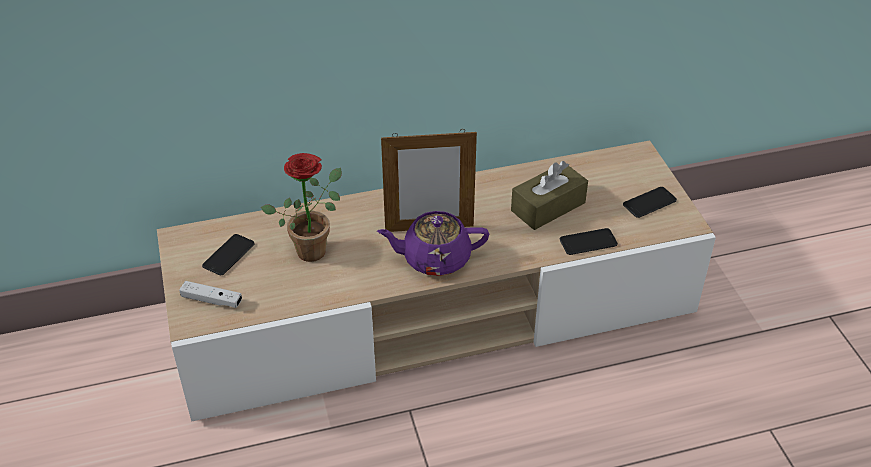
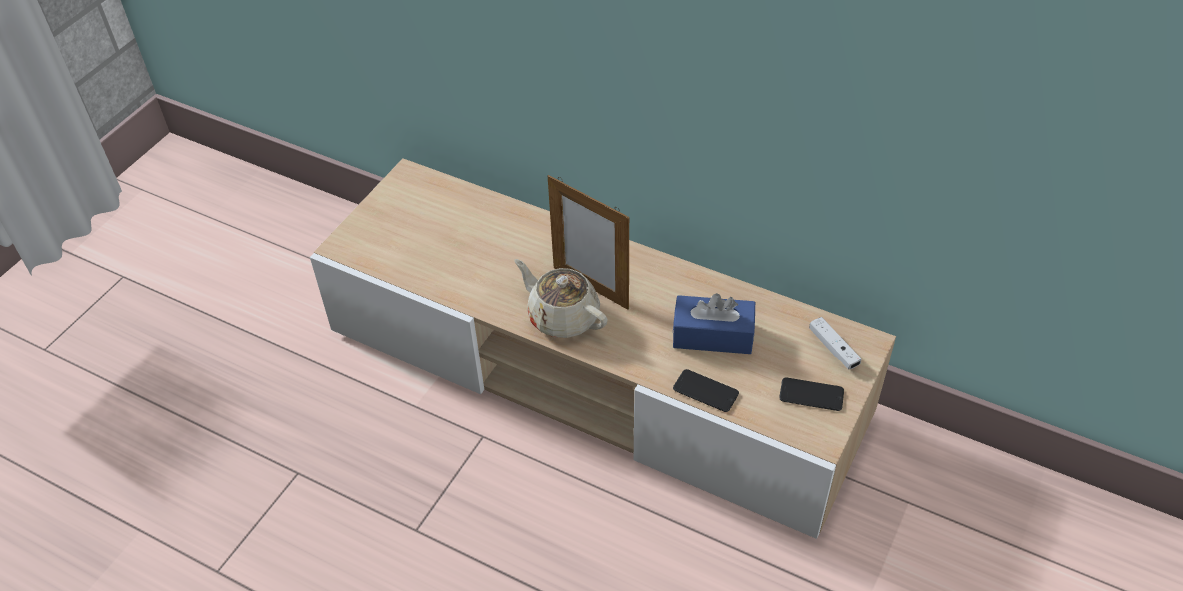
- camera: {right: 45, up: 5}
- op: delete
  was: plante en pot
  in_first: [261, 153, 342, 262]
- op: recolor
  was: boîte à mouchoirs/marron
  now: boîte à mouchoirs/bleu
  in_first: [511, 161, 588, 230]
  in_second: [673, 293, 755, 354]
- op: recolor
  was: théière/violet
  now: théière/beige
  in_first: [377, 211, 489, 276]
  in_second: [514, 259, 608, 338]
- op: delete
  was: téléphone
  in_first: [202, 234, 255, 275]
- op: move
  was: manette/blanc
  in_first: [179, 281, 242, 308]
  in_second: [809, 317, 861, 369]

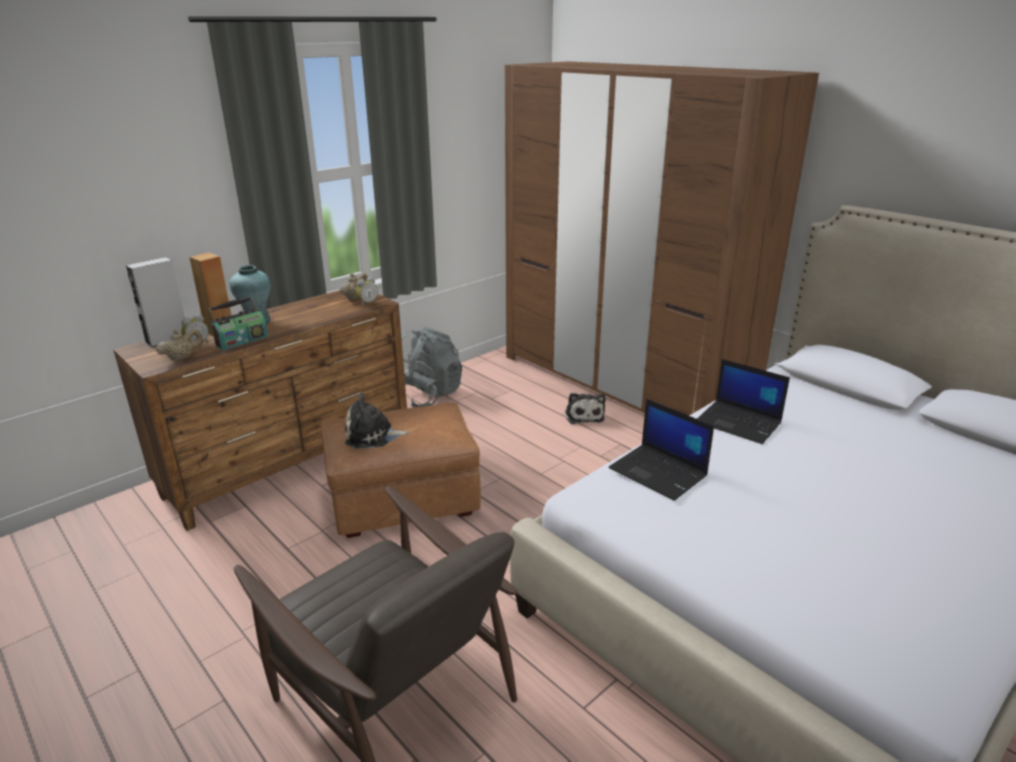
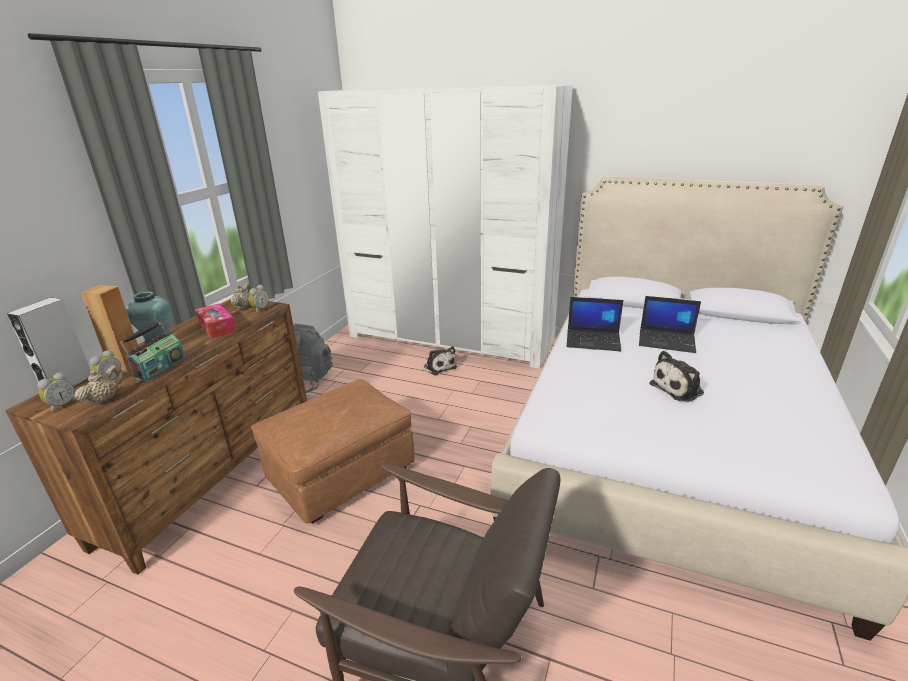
- camera: {right: -25, up: 0}
- op: recolor
  was: armoire/marron
  now: armoire/blanc
  in_first: [505, 61, 819, 416]
  in_second: [318, 85, 573, 369]
- op: move
  was: peluche
  in_first: [345, 392, 410, 448]
  in_second: [649, 351, 704, 402]
- op: move
  was: ordinateur portable
  in_first: [609, 399, 714, 501]
  in_second: [639, 296, 701, 353]
- op: insert
  now: boîte à mouchoirs
  in_second: [195, 303, 237, 339]
- op: insert
  now: réveil
  in_second: [38, 372, 77, 412]

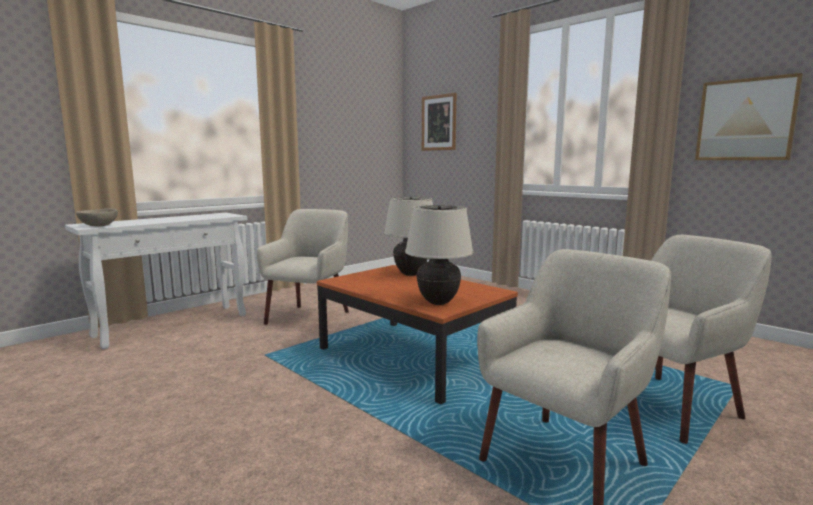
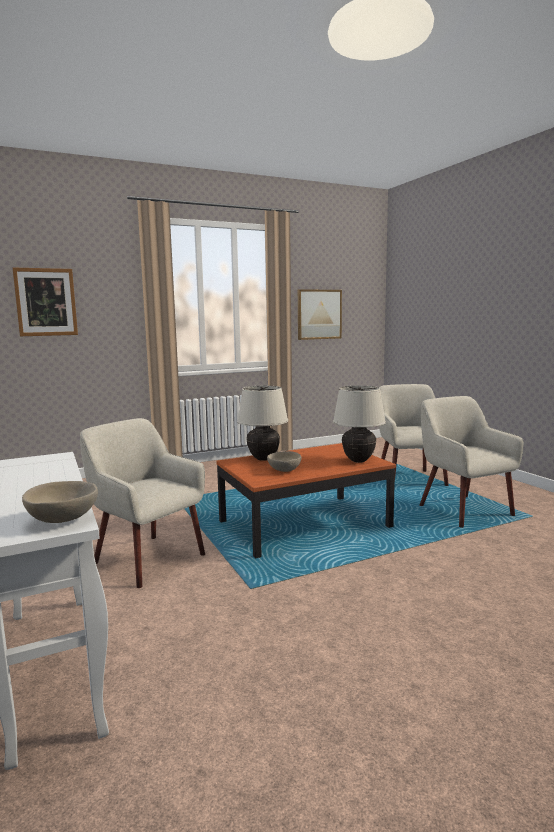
- camera: {right: -70, up: 0}
- op: insert
  now: bol/beige
  in_second: [267, 451, 301, 472]

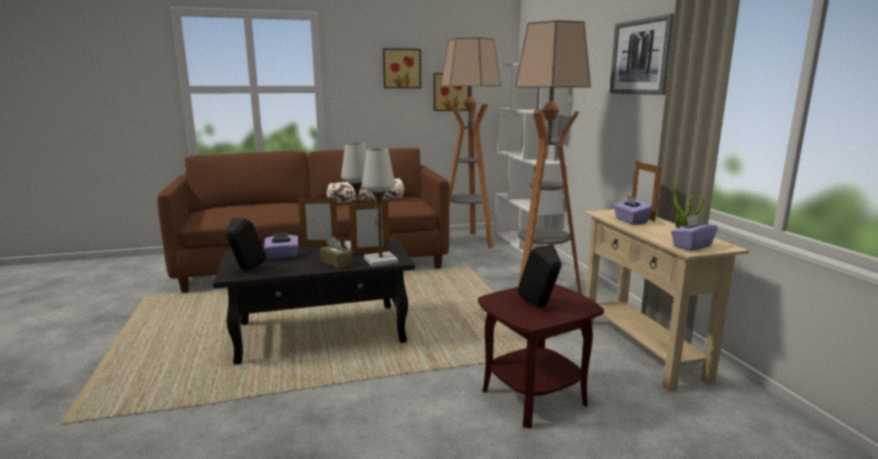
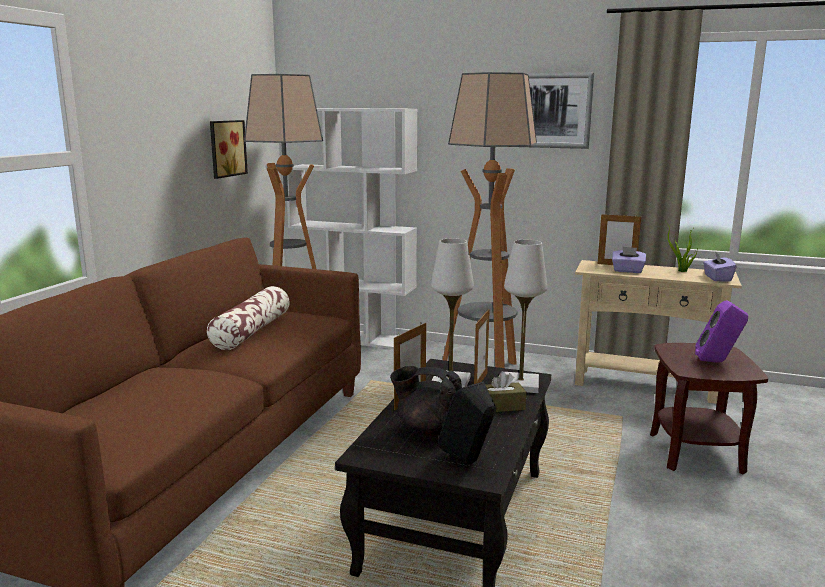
- camera: {right: -55, up: 0}
- op: delete
  was: tableau
  in_first: [383, 48, 421, 88]
- op: replace
  was: boîte à mouchoirs/violet
  now: théière/noir
  in_first: [264, 233, 298, 259]
  in_second: [390, 366, 462, 436]
- op: recolor
  was: enceinte/noir
  now: enceinte/violet
  in_first: [518, 244, 562, 308]
  in_second: [695, 300, 748, 362]

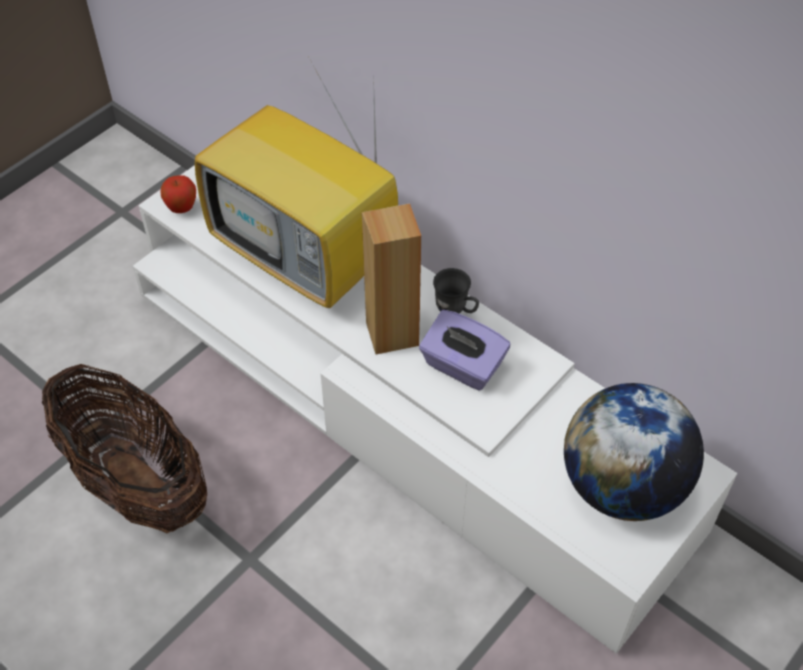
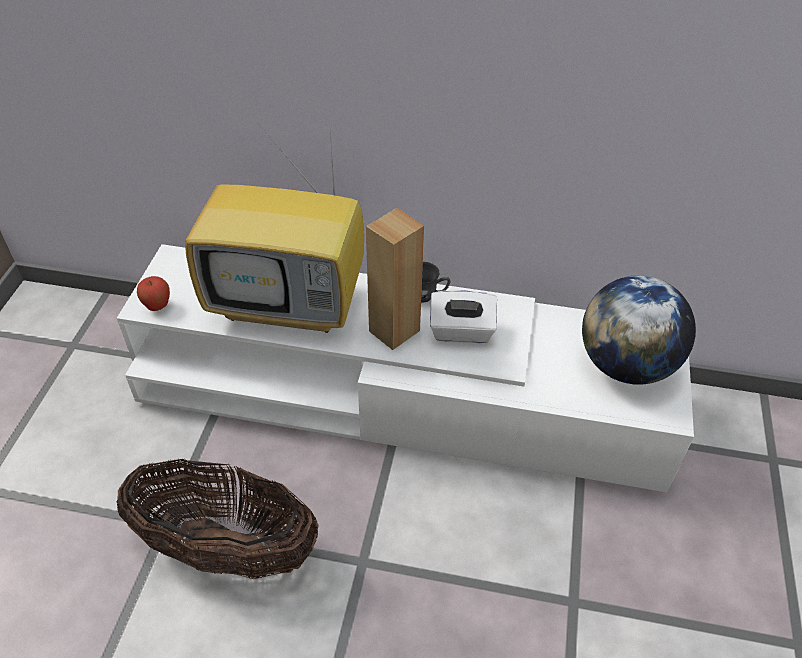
- camera: {right: -30, up: -5}
- op: recolor
  was: boîte à mouchoirs/violet
  now: boîte à mouchoirs/blanc
  in_first: [419, 310, 510, 390]
  in_second: [430, 290, 497, 343]

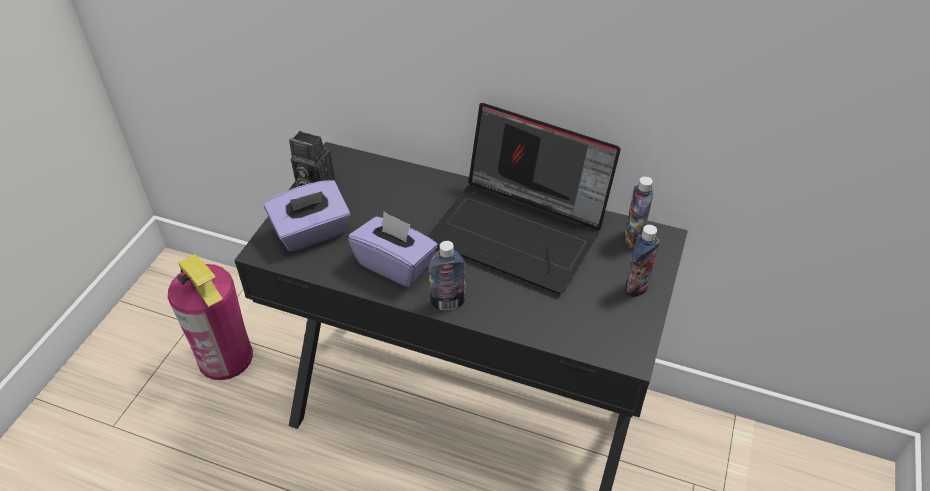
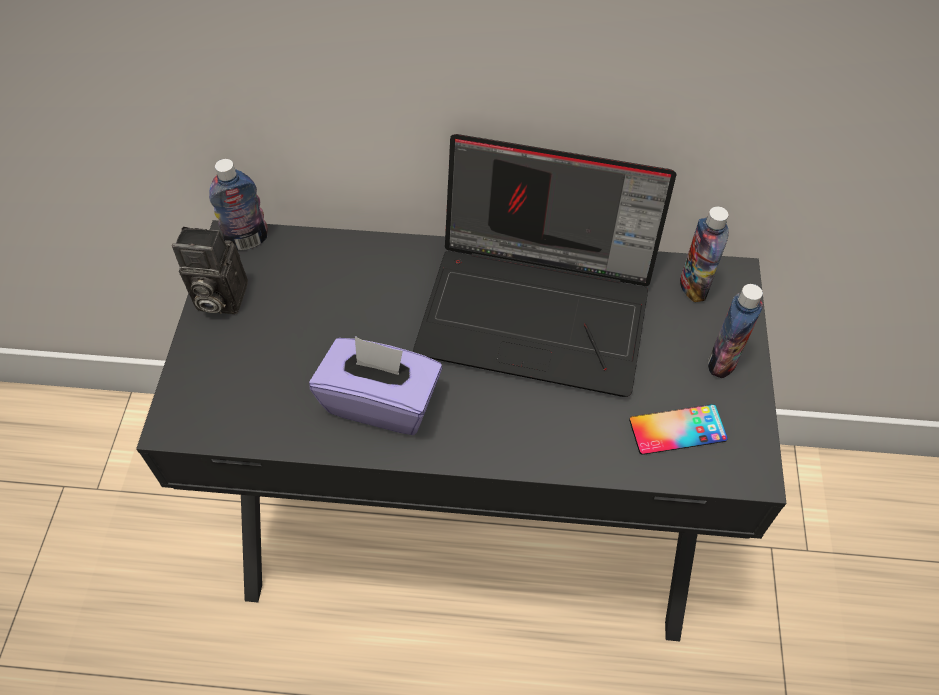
- camera: {right: -15, up: 10}
- op: delete
  was: boîte à mouchoirs/violet
  in_first: [264, 180, 350, 252]
- op: move
  was: bouteille
  in_first: [429, 241, 466, 310]
  in_second: [209, 159, 268, 250]
- op: delete
  was: extincteur
  in_first: [167, 254, 253, 380]
- op: insert
  now: téléphone
  in_second: [629, 404, 728, 455]

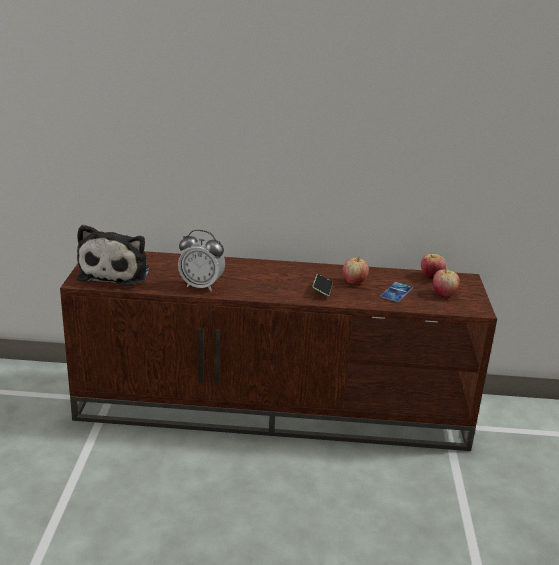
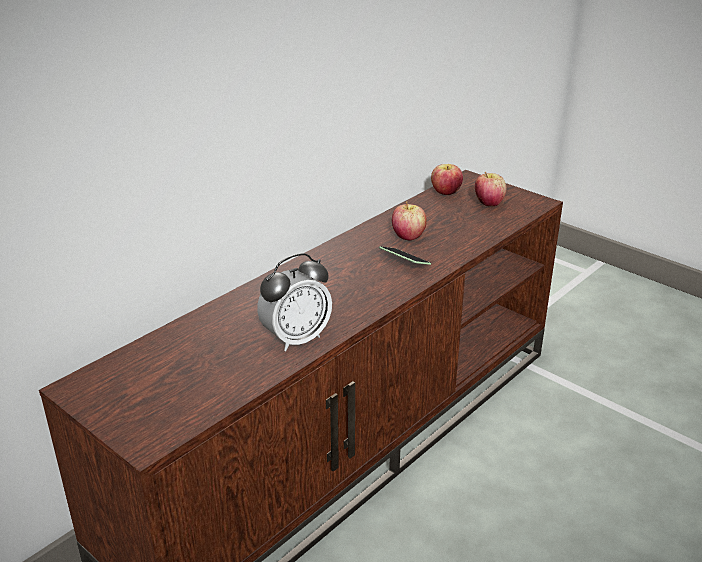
- camera: {right: -50, up: 5}
- op: delete
  was: peluche
  in_first: [77, 224, 149, 286]
- op: delete
  was: téléphone
  in_first: [380, 282, 413, 302]

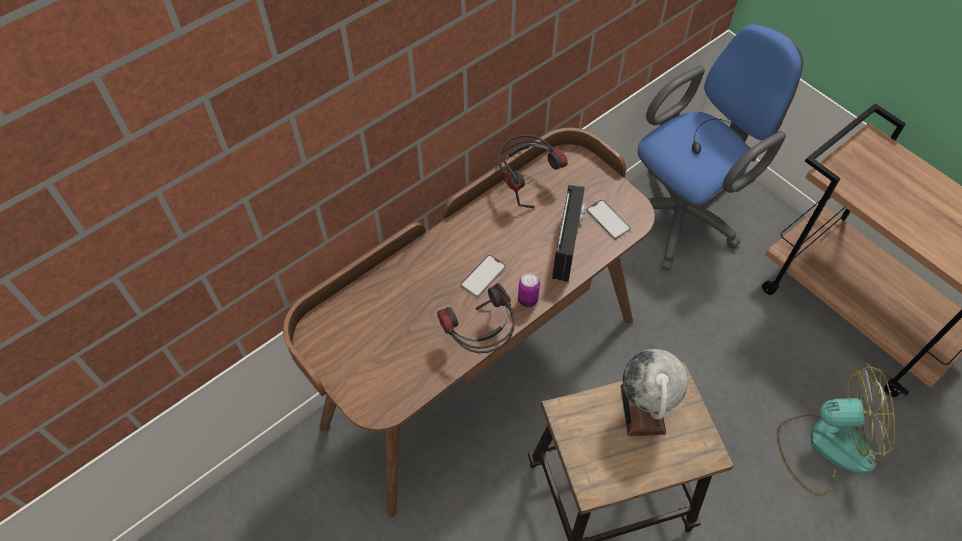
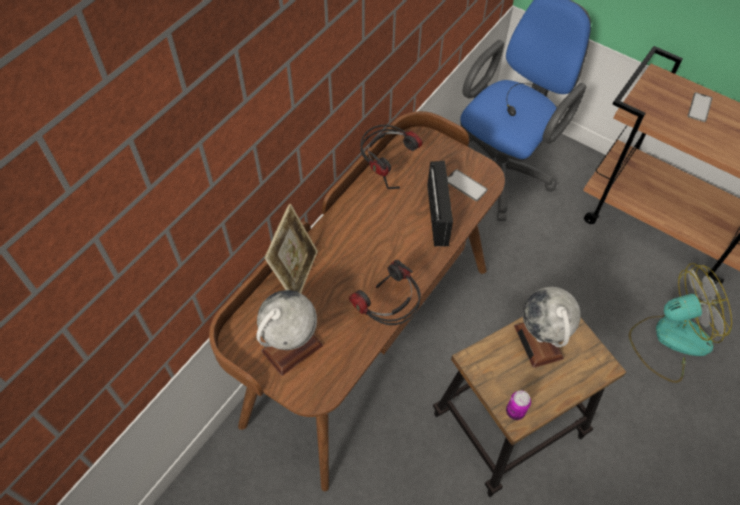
- camera: {right: -15, up: 0}
- op: move
  was: téléphone
  in_first: [460, 255, 506, 297]
  in_second: [688, 92, 712, 122]
- op: move
  was: boîte métallique
  in_first: [518, 272, 540, 307]
  in_second: [506, 390, 531, 420]
- op: insert
  now: cadre photo
  in_second: [264, 204, 318, 293]
- op: insert
  now: globe
  in_second: [256, 290, 323, 376]

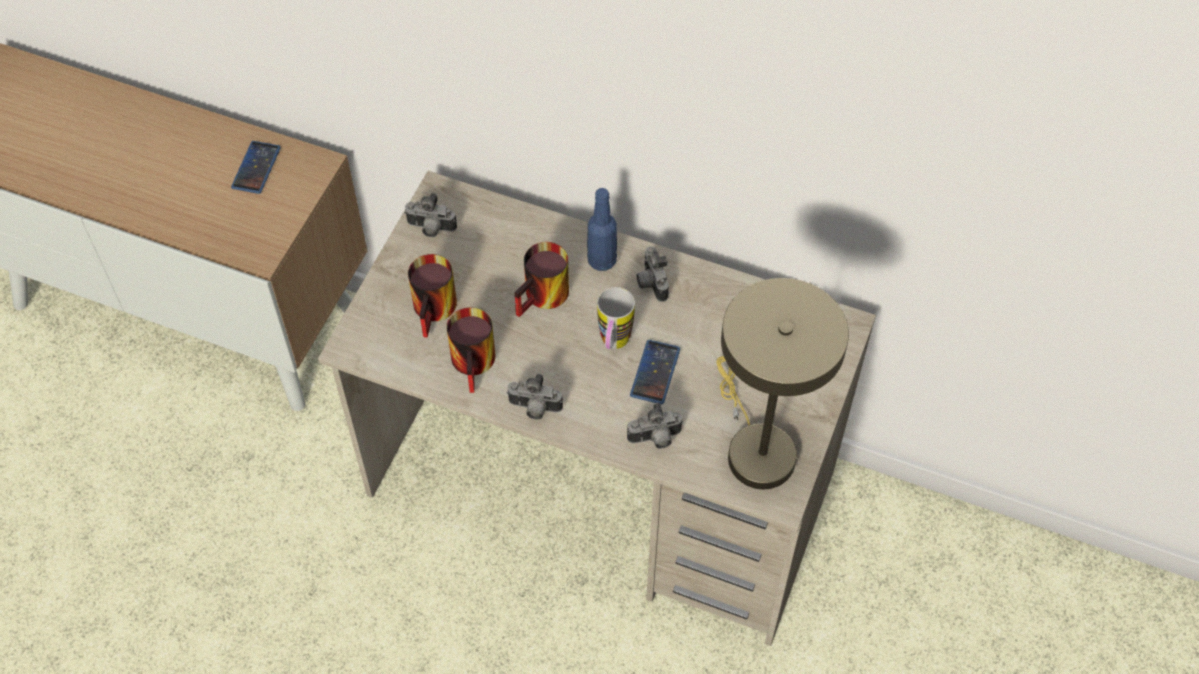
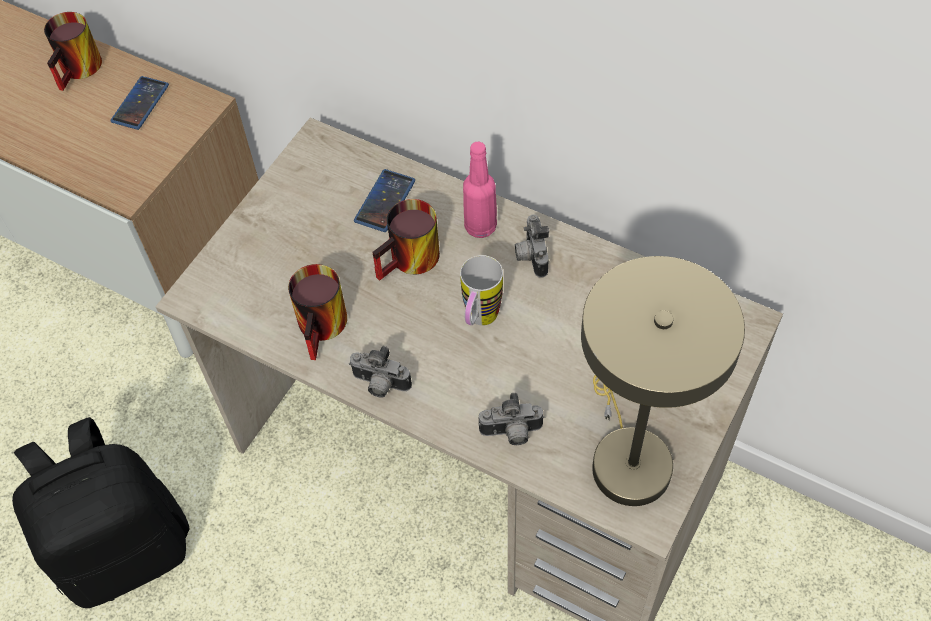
- camera: {right: 10, up: 0}
- op: recolor
  was: bouteille/bleu
  now: bouteille/rose
  in_first: [587, 188, 617, 271]
  in_second: [463, 142, 497, 238]
- op: delete
  was: appareil photo
  in_first: [404, 193, 457, 237]
- op: move
  was: mug
  in_first: [408, 254, 457, 338]
  in_second: [44, 12, 102, 91]
- op: move
  was: téléphone
  in_first: [630, 340, 680, 404]
  in_second: [354, 169, 415, 232]
- op: insert
  now: sac à dos/noir
  in_second: [12, 417, 189, 608]

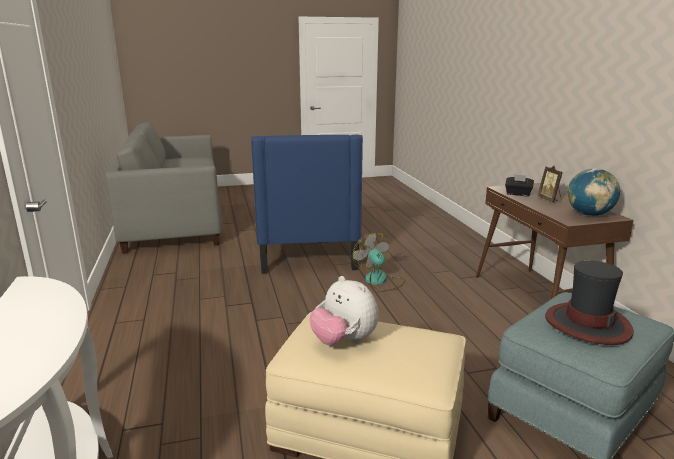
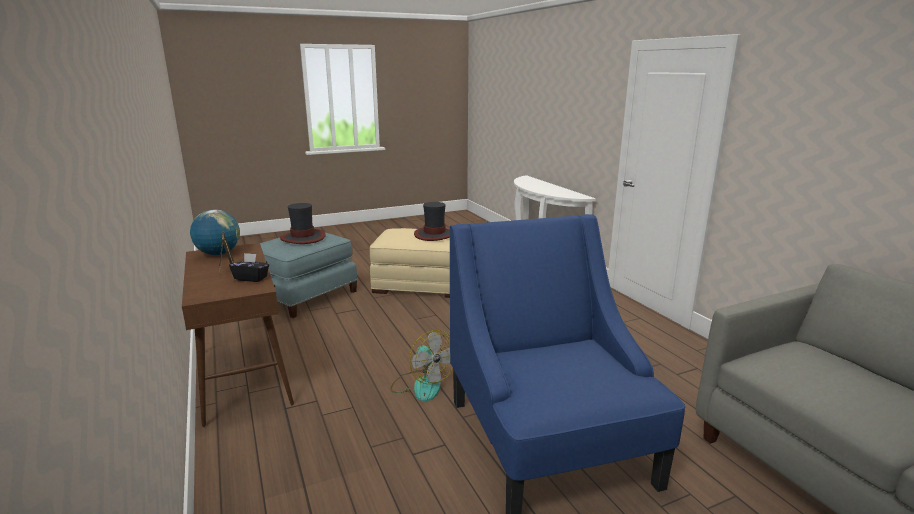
- camera: {right: 170, up: 0}
- op: replace
  was: peluche
  now: chapeau
  in_first: [310, 276, 379, 345]
  in_second: [414, 202, 450, 241]

